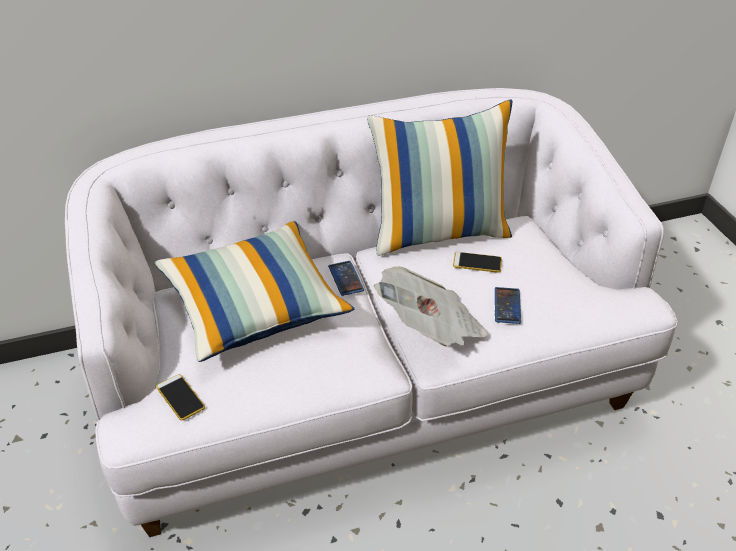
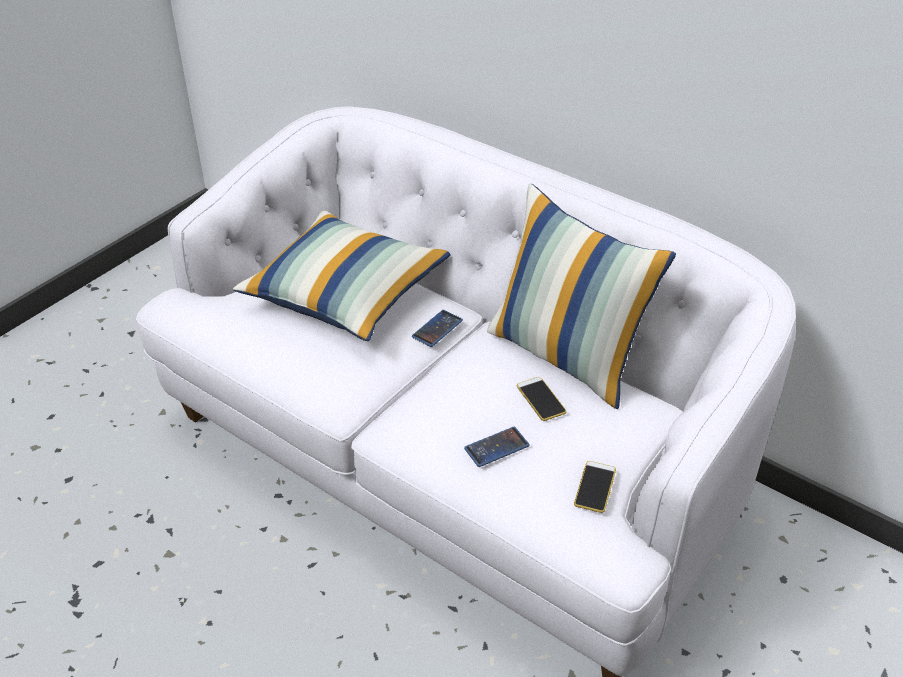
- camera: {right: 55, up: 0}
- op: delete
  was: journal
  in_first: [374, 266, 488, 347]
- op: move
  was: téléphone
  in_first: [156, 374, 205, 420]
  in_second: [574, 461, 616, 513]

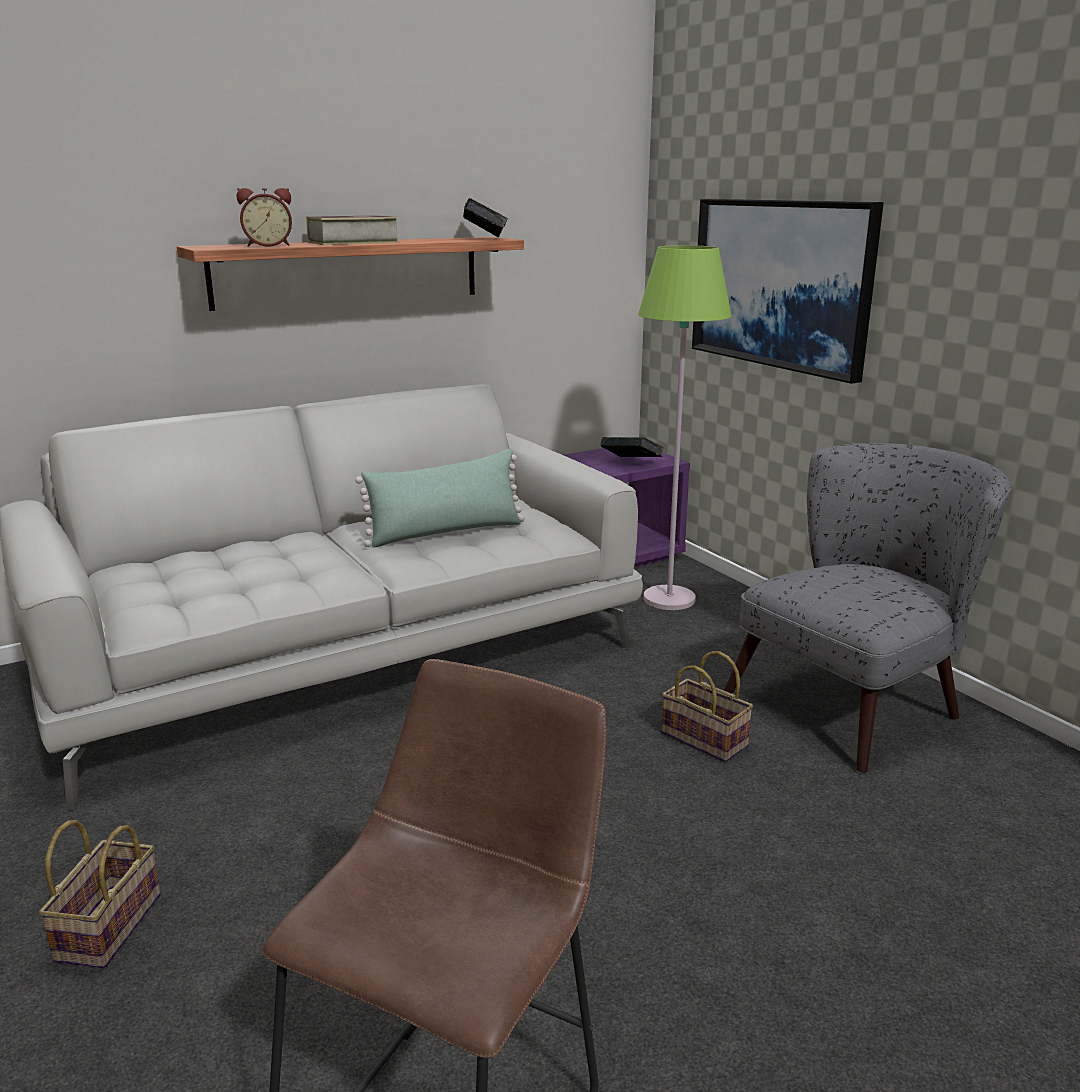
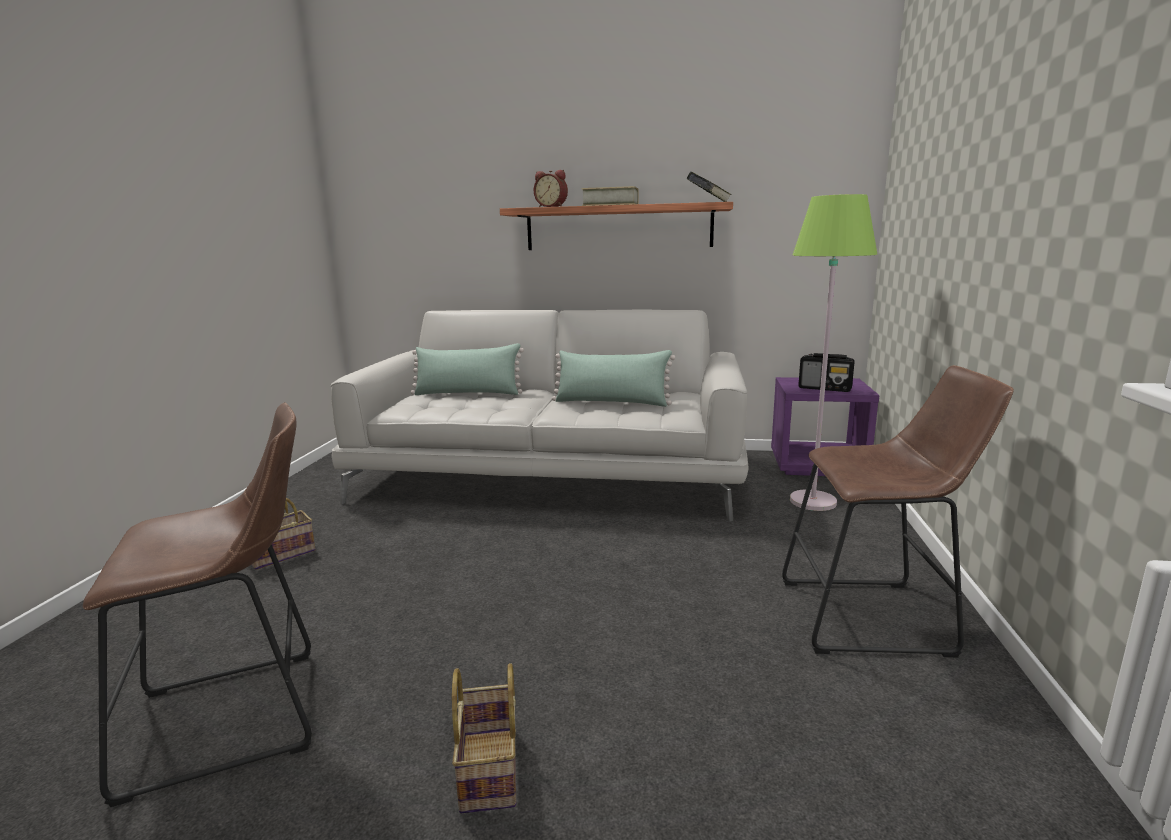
- camera: {right: 40, up: -5}
- op: delete
  was: tableau
  in_first: [692, 199, 884, 384]
- op: replace
  was: livre
  now: radio
  in_first: [600, 437, 664, 457]
  in_second: [799, 353, 855, 392]
- op: replace
  was: fauteuil/gris
  now: tabouret/marron
  in_first: [724, 443, 1012, 773]
  in_second: [782, 365, 1014, 657]
- op: move
  was: panier
  in_first: [661, 651, 753, 762]
  in_second: [452, 663, 516, 813]
- op: insert
  now: coussin/vert
  in_second: [411, 343, 524, 395]

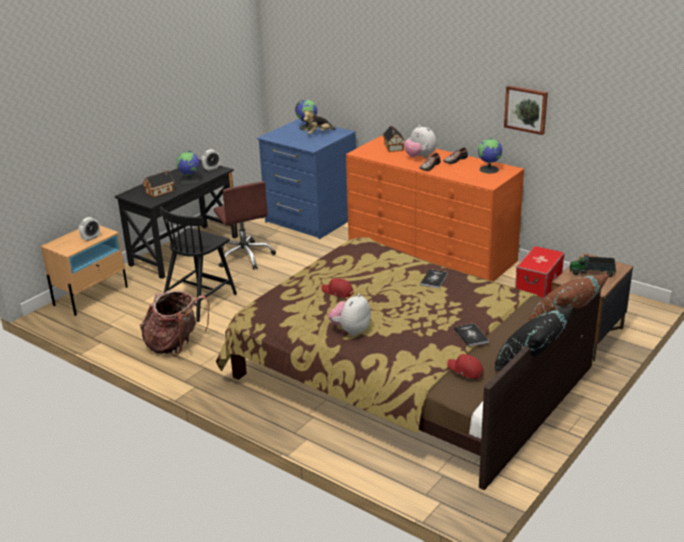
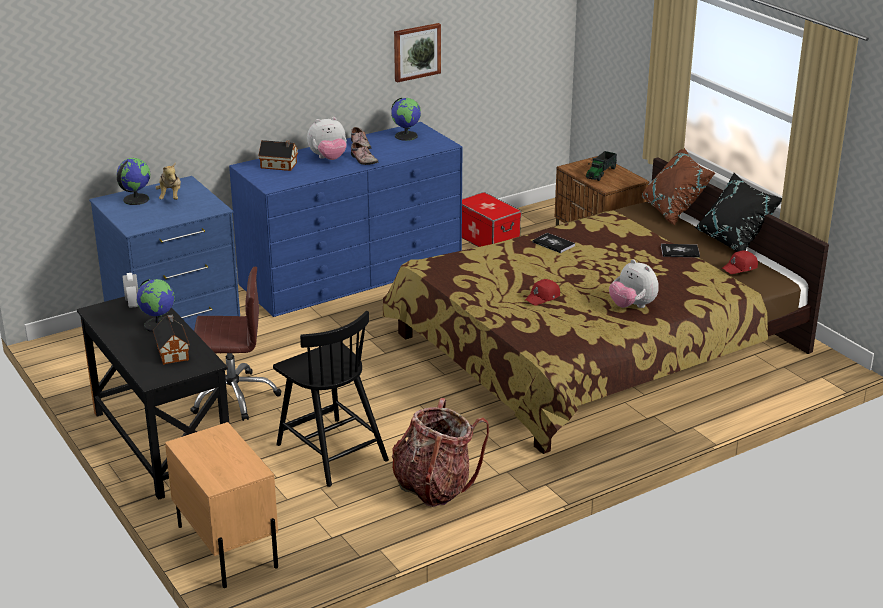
- camera: {right: -70, up: 0}
- op: recolor
  was: commode/orange
  now: commode/bleu
  in_first: [346, 136, 524, 282]
  in_second: [229, 122, 463, 317]
- op: delete
  was: réveil
  in_first: [79, 217, 100, 241]

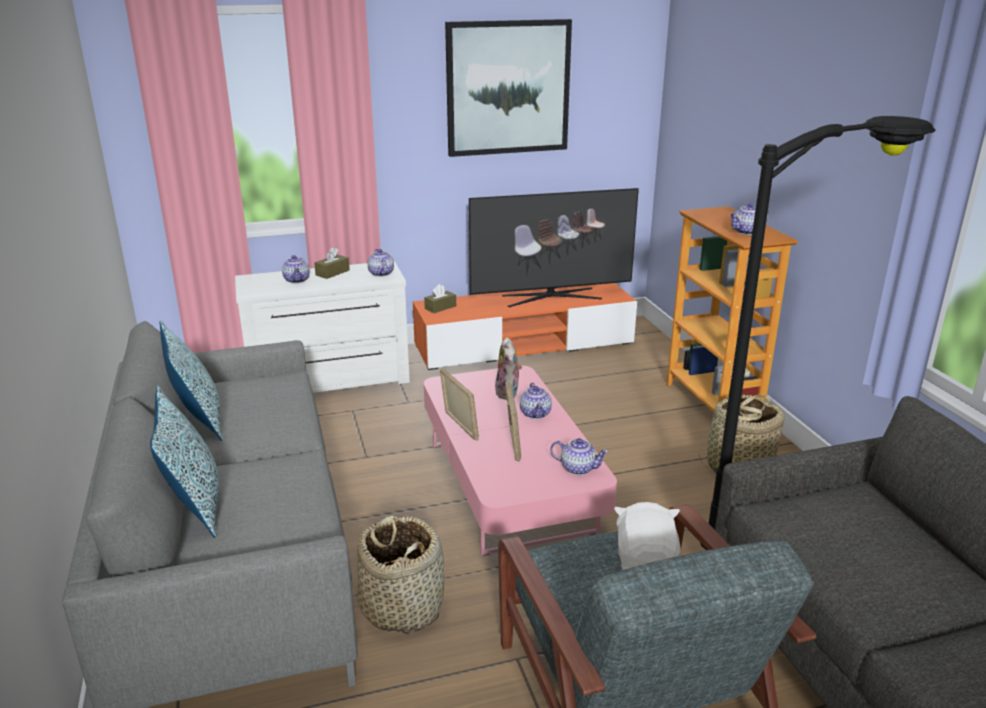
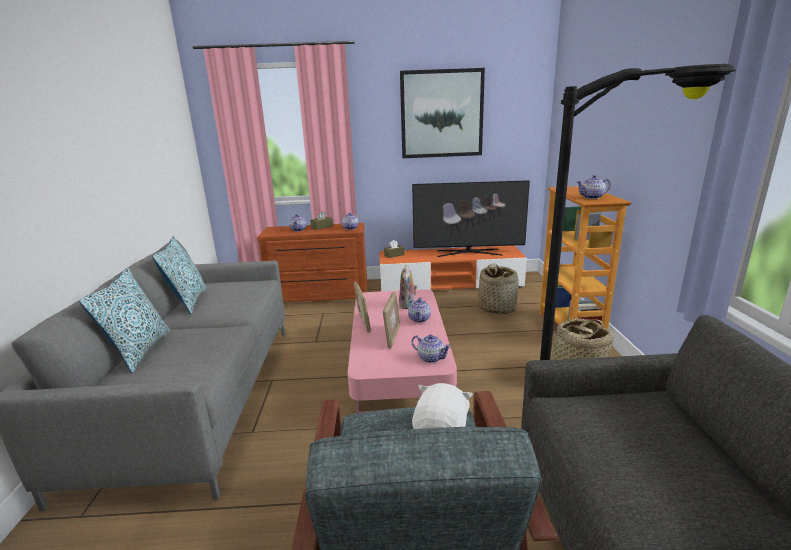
- camera: {right: 15, up: -5}
- op: recolor
  was: commode/blanc
  now: commode/marron
  in_first: [235, 261, 410, 393]
  in_second: [257, 223, 367, 302]
- op: move
  was: panier
  in_first: [357, 516, 444, 634]
  in_second: [477, 263, 519, 314]

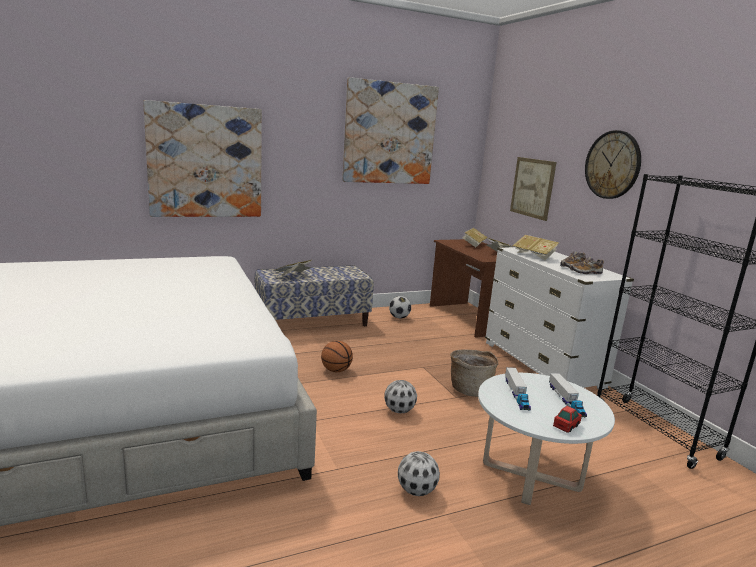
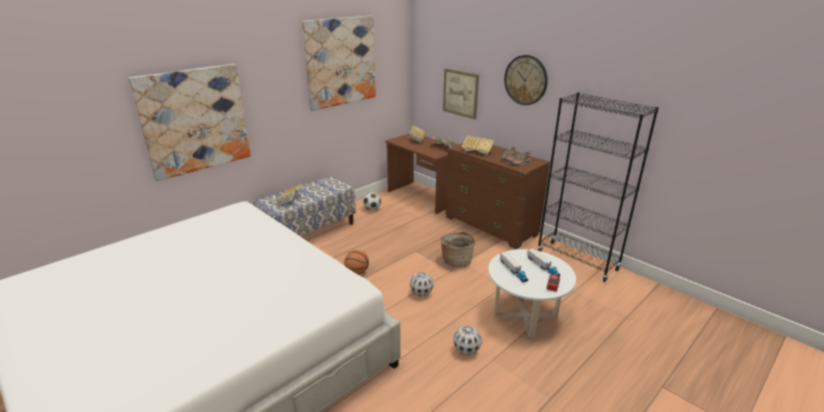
- camera: {right: -20, up: 10}
- op: recolor
  was: commode/blanc
  now: commode/marron
  in_first: [485, 247, 634, 389]
  in_second: [445, 143, 550, 249]

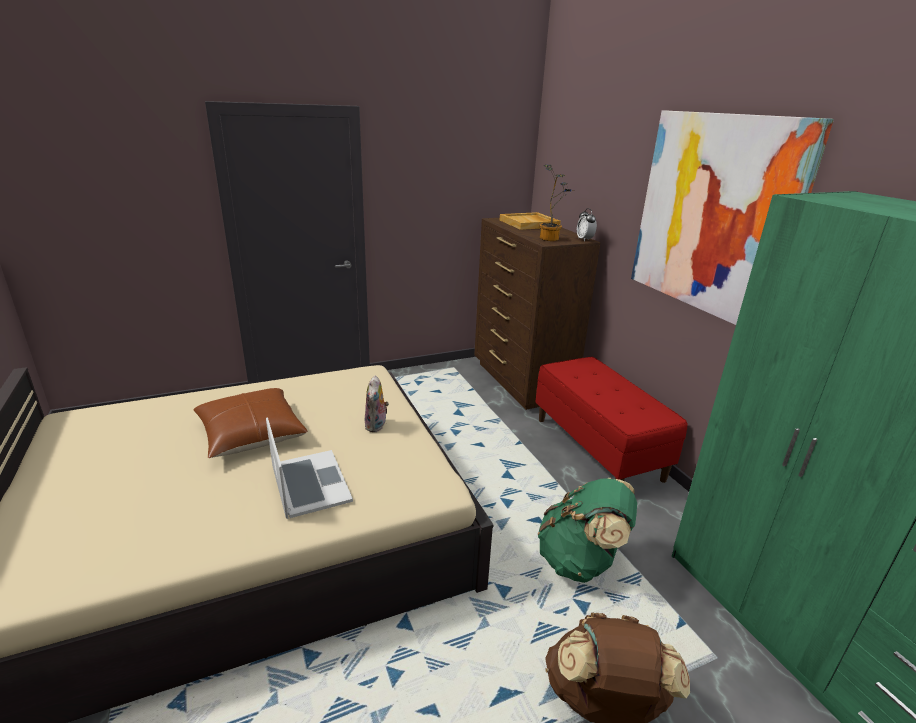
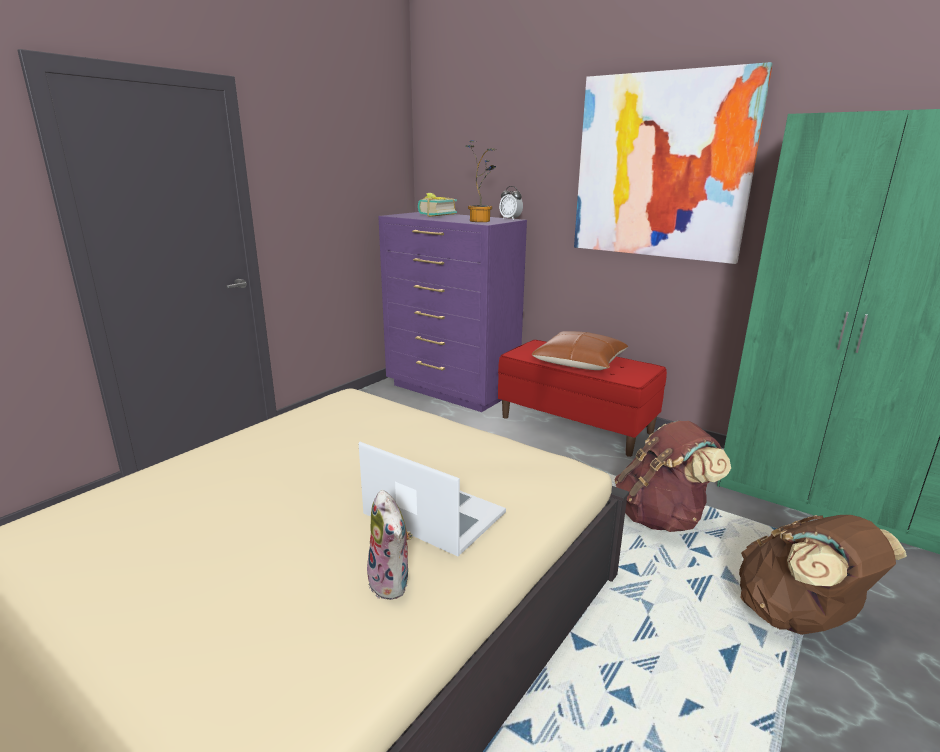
- camera: {right: -30, up: -5}
- op: replace
  was: plateau/beige
  now: livre
  in_first: [500, 212, 561, 230]
  in_second: [418, 193, 457, 217]
- op: recolor
  was: commode/marron
  now: commode/violet
  in_first: [474, 218, 601, 410]
  in_second: [378, 212, 527, 412]
- op: move
  was: peluche
  in_first: [365, 376, 389, 432]
  in_second: [367, 490, 413, 600]
- op: move
  was: coussin/marron
  in_first: [193, 388, 308, 458]
  in_second: [531, 331, 628, 370]
- op: recolor
  was: sac à dos/vert
  now: sac à dos/marron
  in_first: [538, 478, 637, 583]
  in_second: [615, 420, 731, 532]

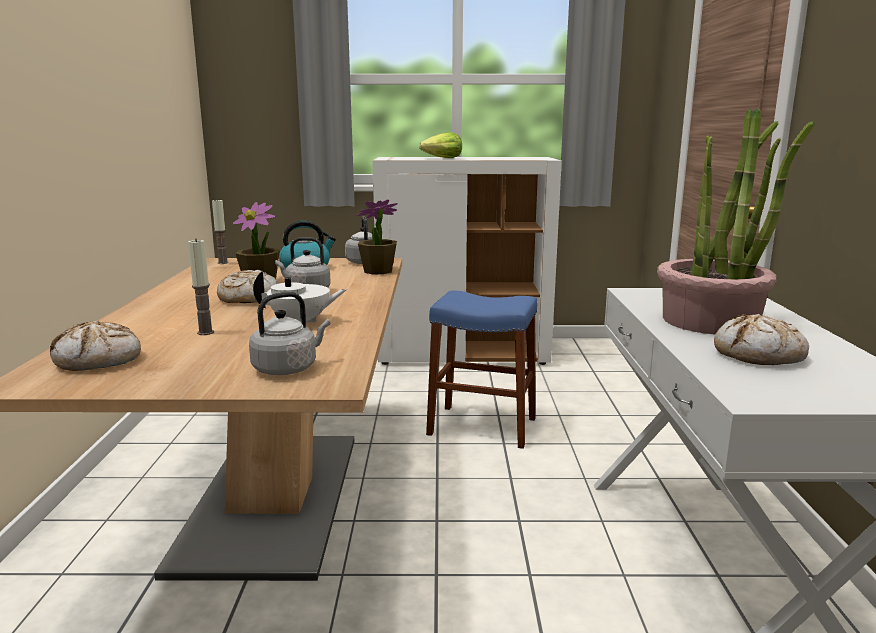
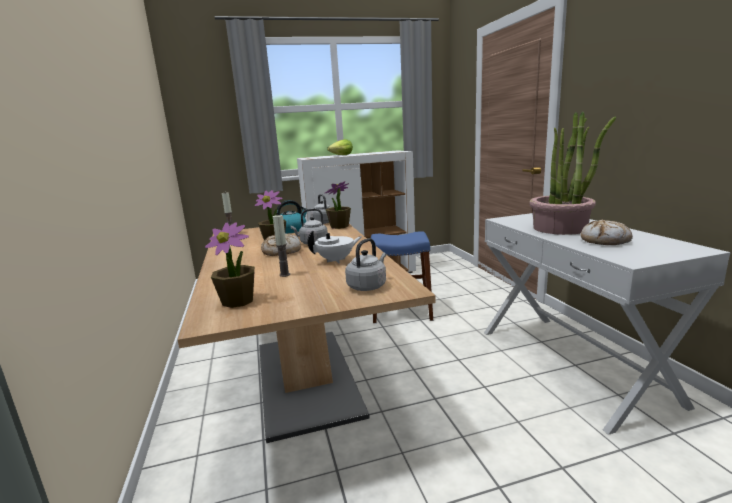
- camera: {right: -15, up: 0}
- op: replace
  was: pain
  now: plante en pot
  in_first: [50, 320, 141, 371]
  in_second: [205, 222, 255, 308]

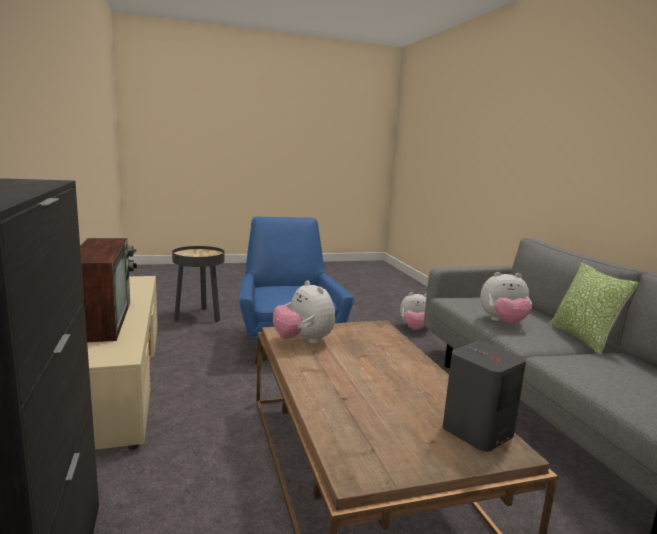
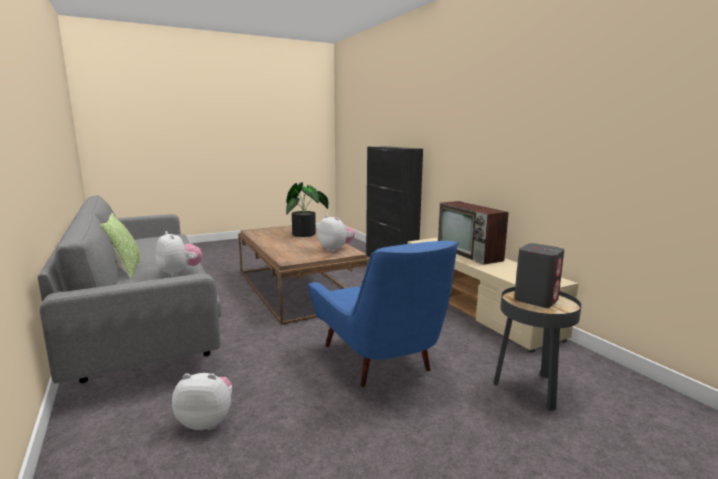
- camera: {right: 170, up: 0}
- op: rotate
  was: peluche
  in_first: [480, 272, 532, 324]
  in_second: [156, 231, 202, 277]
  clockwise: 60
- op: move
  was: enceinte/gris
  in_first: [443, 342, 526, 452]
  in_second: [514, 243, 565, 308]
- op: insert
  now: plante en pot
  in_second: [286, 182, 328, 237]

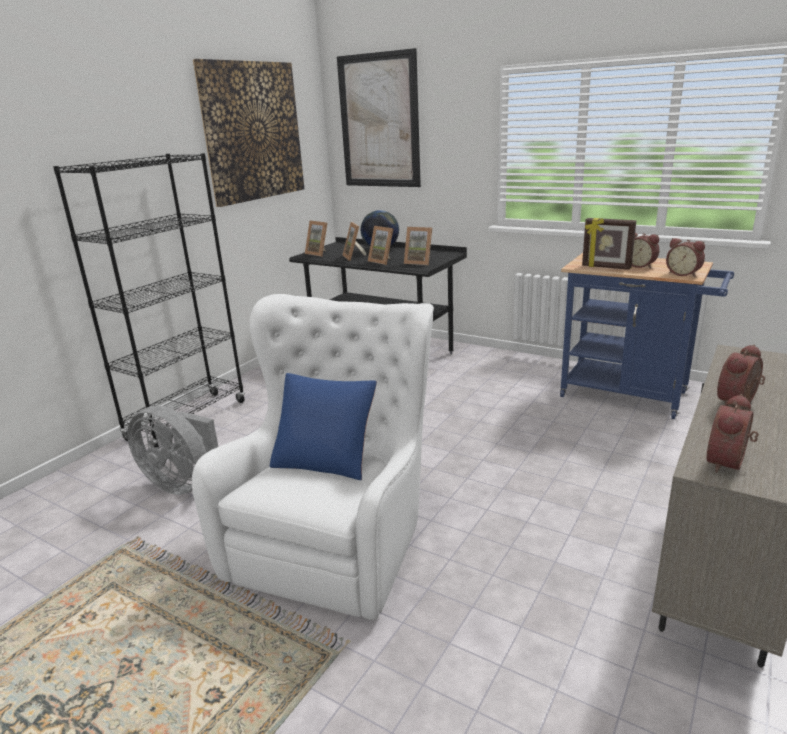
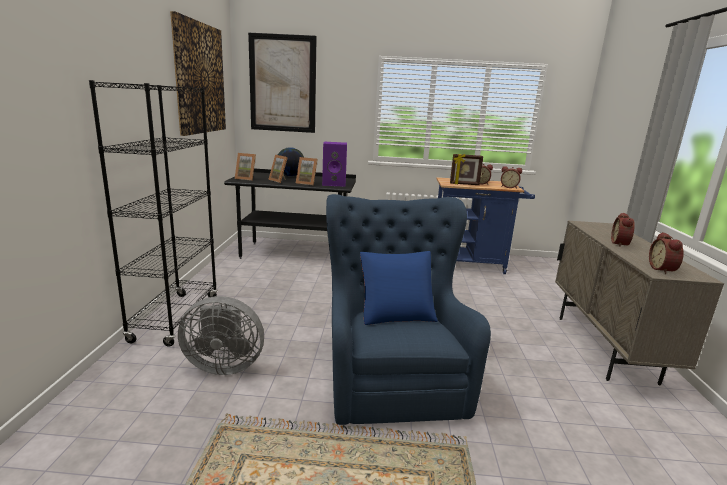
- camera: {right: -30, up: -5}
- op: replace
  was: cadre photo
  now: enceinte/violet
  in_first: [404, 227, 432, 265]
  in_second: [322, 142, 347, 187]
- op: recolor
  was: fauteuil/blanc
  now: fauteuil/bleu
  in_first: [192, 294, 434, 620]
  in_second: [326, 194, 491, 425]

